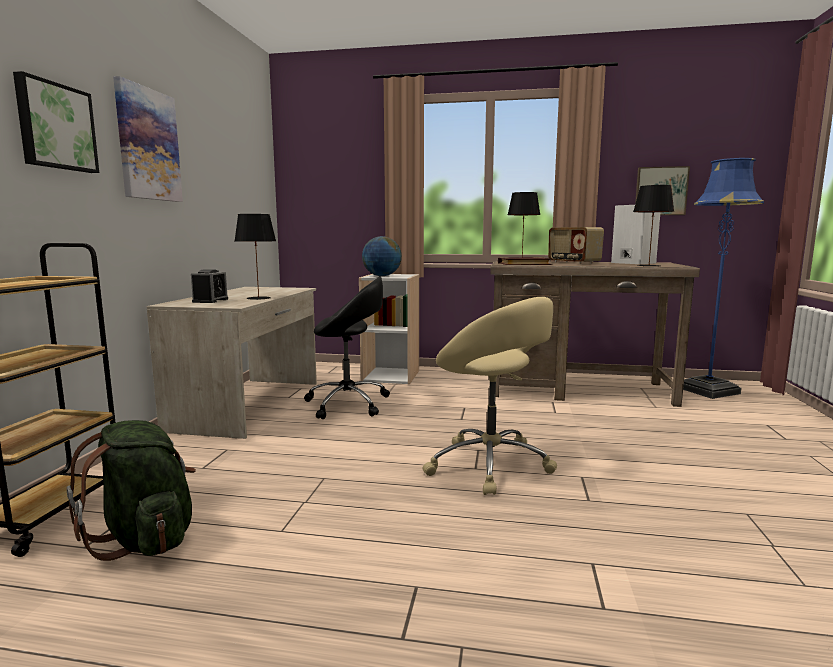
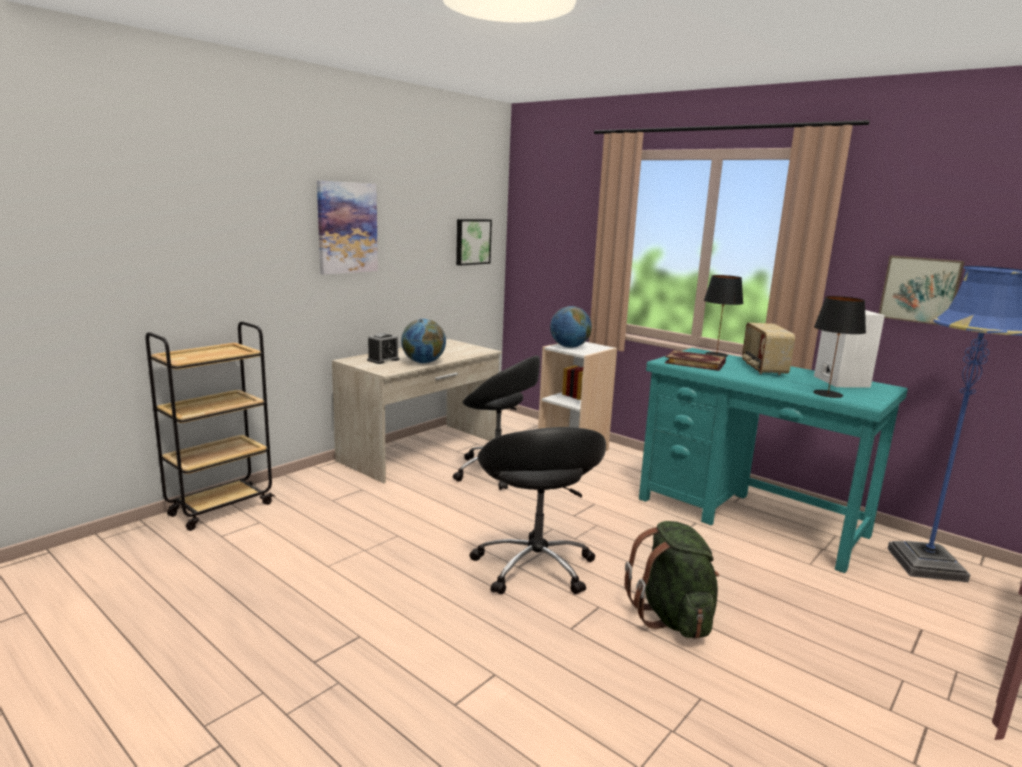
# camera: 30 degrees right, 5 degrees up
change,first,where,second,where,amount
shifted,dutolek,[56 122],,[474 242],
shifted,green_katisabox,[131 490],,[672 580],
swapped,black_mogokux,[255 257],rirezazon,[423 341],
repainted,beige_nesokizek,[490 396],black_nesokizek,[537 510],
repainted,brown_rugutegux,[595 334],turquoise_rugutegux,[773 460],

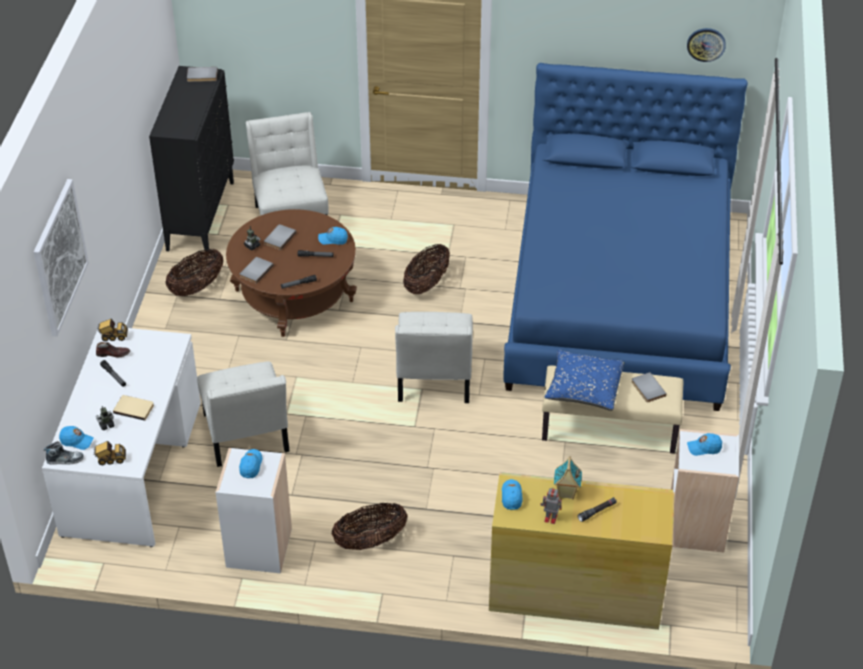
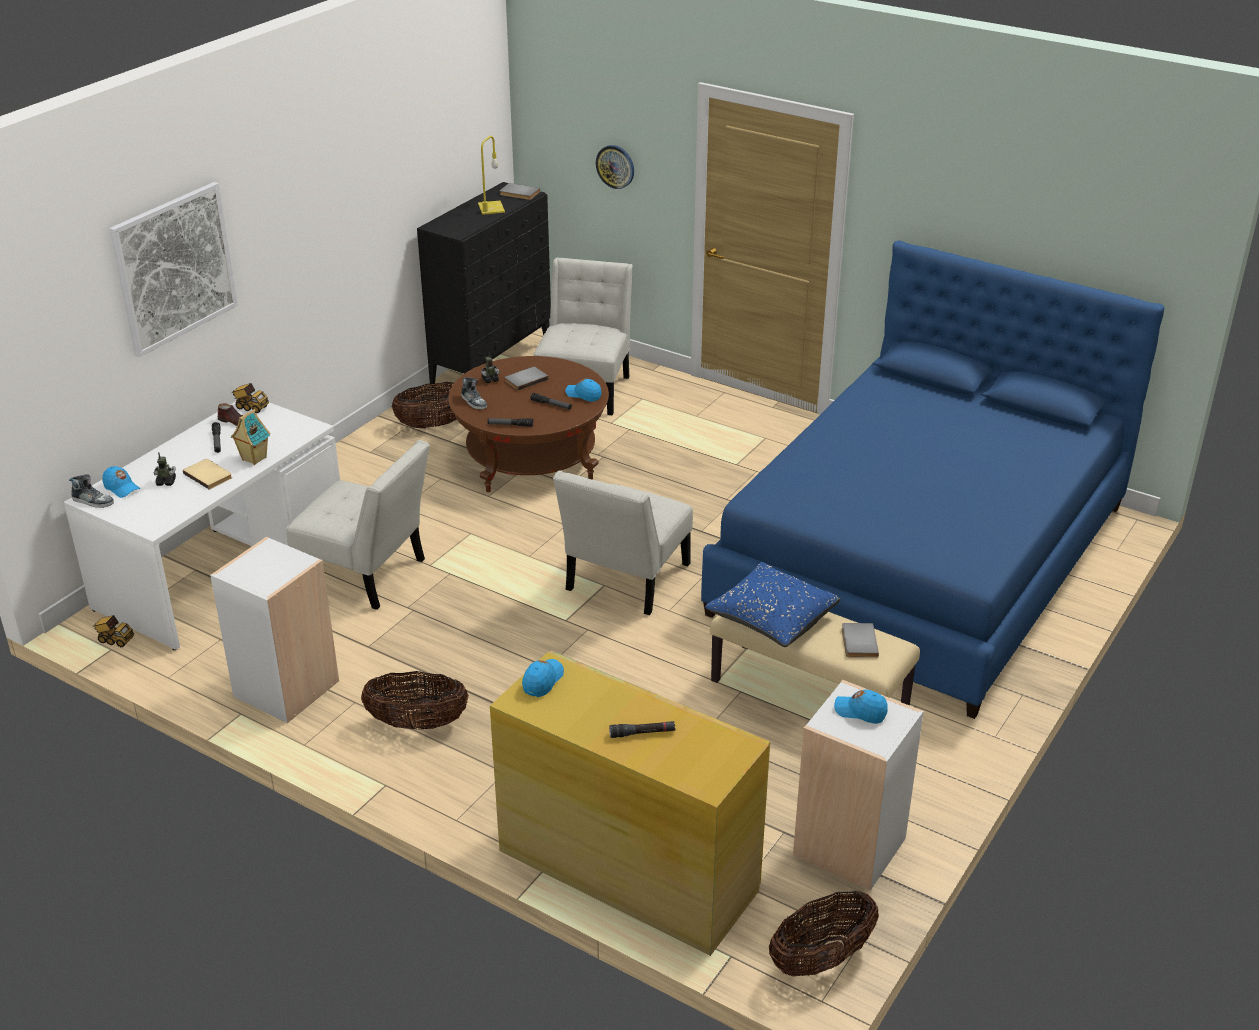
# camera: 25 degrees right, 10 degrees down
change,first,where,second,where,amount
shifted,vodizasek,[109 453],,[113 631],
rotated,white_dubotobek,[243 414],,[358 525],75 degrees counterclockwise
gone,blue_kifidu,[251 463],,,
swapped,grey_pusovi,[256 270],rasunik,[474 393],
shifted,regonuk,[426 269],,[824 933],
gone,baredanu,[551 506],,,
shifted,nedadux,[568 478],,[251 437],
shifted,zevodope,[706 45],,[615 167],
new,,,yellow_mogokux,[491 175],

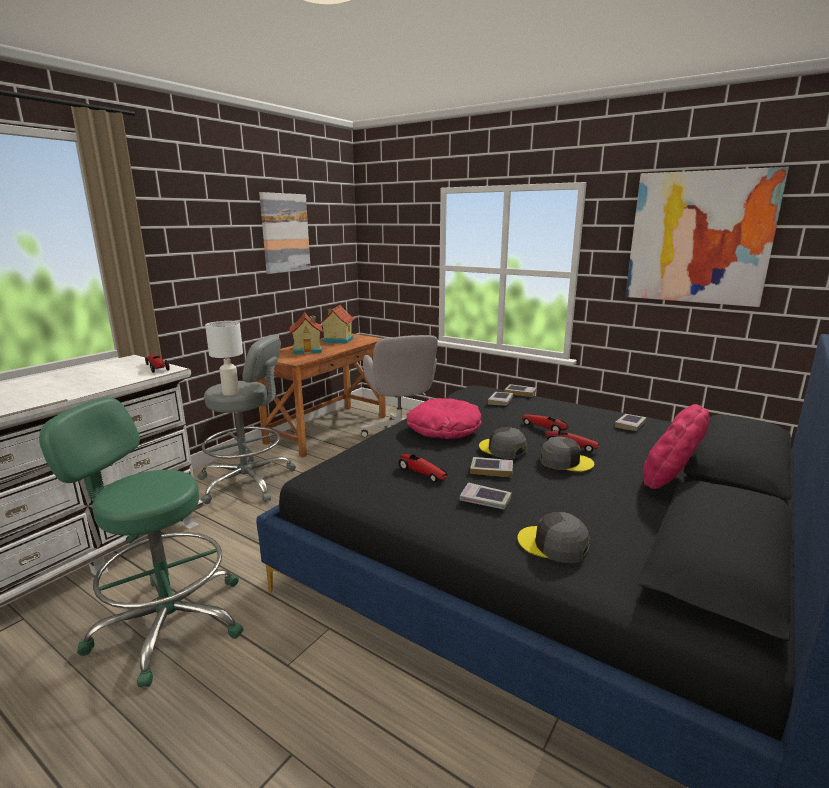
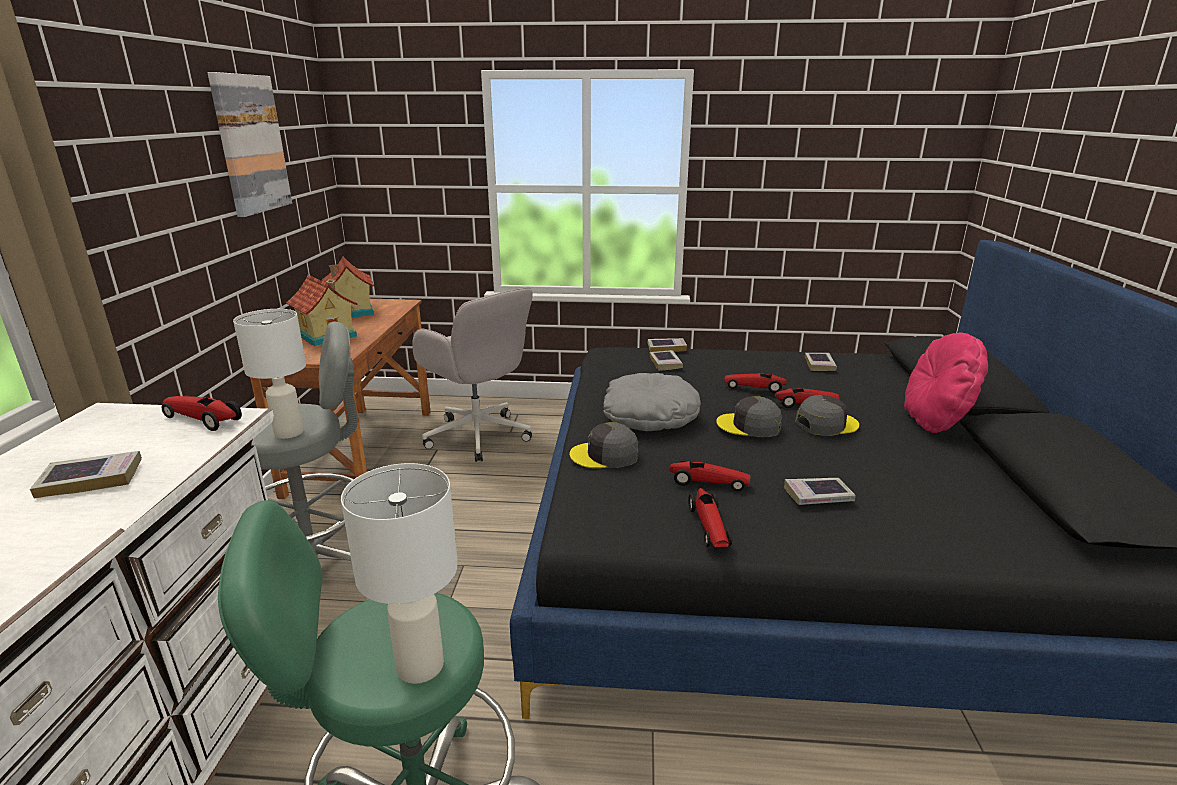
# camera: 30 degrees left, 5 degrees up
change,first,where,second,where,amount
repainted,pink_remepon,[443 418],grey_remepon,[652 402],
shifted,pusovi,[491 467],,[86 475],
shifted,grey_kifidu,[554 537],,[603 445],
gone,dutolek,[707 237],,,
new,,,white_mogokux,[399 573],
new,,,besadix,[710 517],

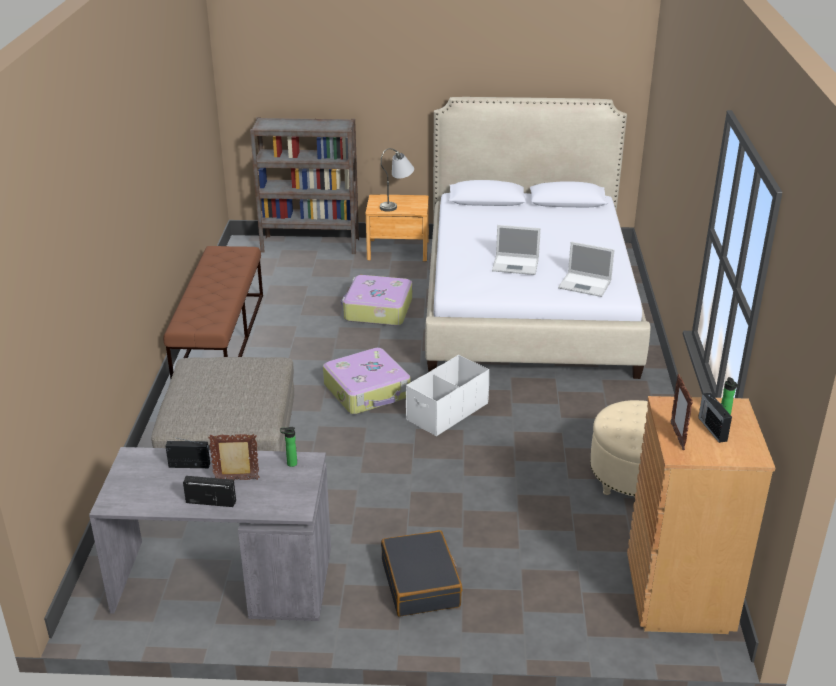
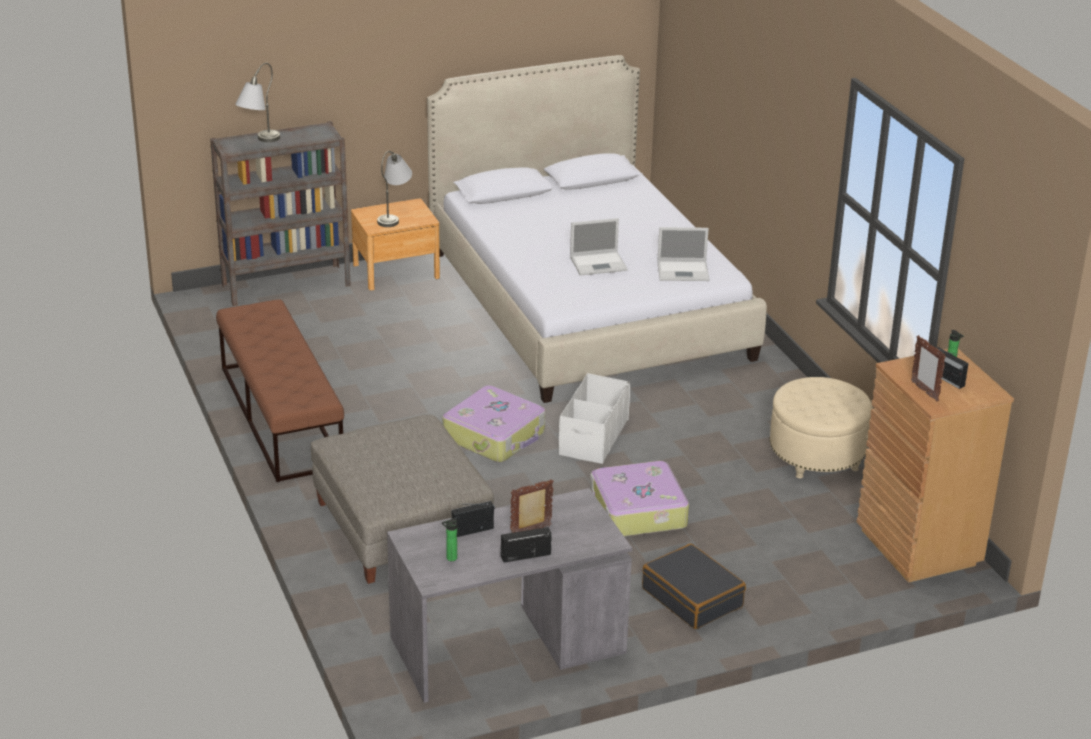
# camera: 25 degrees left, 0 degrees up
change,first,where,second,where,amount
shifted,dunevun,[288 447],,[449 539],
shifted,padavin,[376 300],,[639 499],
new,,,grey_mogokux,[257 102],

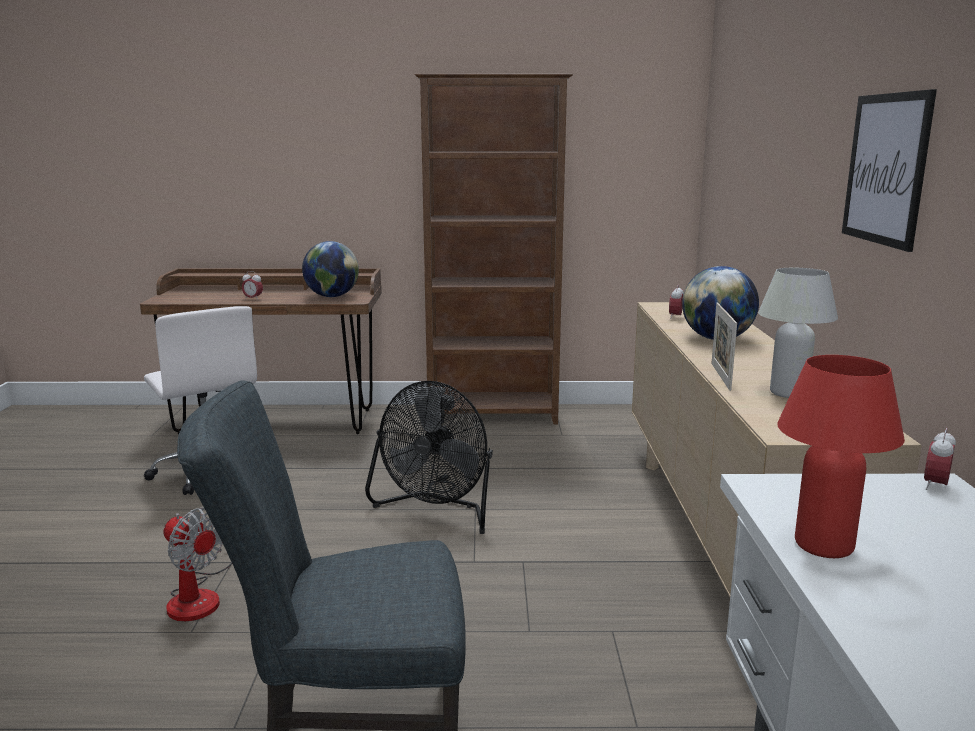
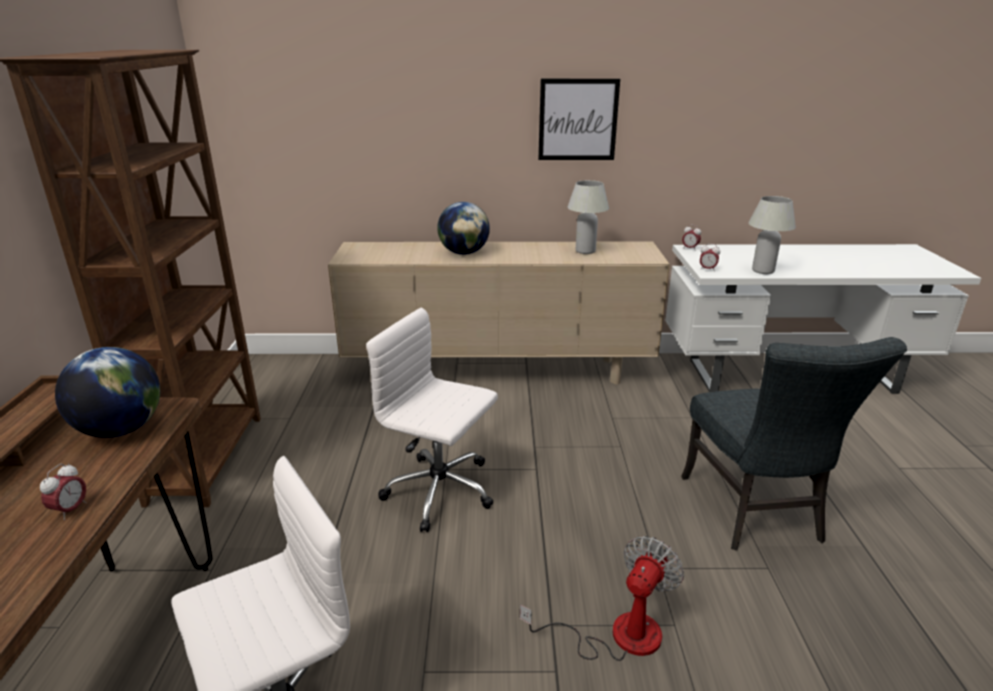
# camera: 90 degrees left, 10 degrees up
change,first,where,second,where,amount
swapped,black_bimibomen,[429 457],white_nesokizek,[432 419],
shifted,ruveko,[676 302],,[710 256],
gone,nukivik,[724 347],,,
repainted,red_mogokux,[841 456],white_mogokux,[772 235],

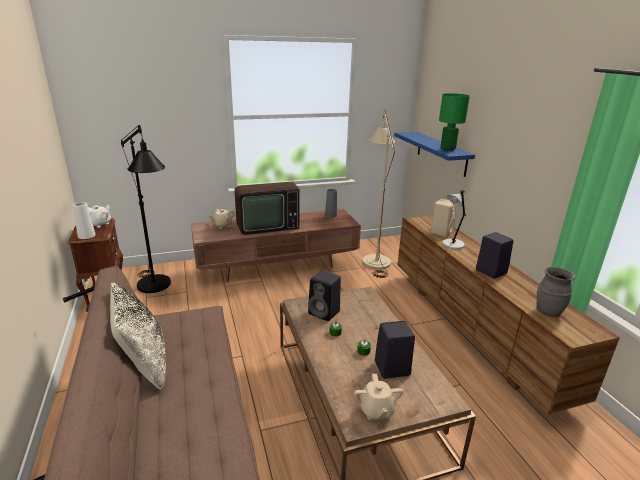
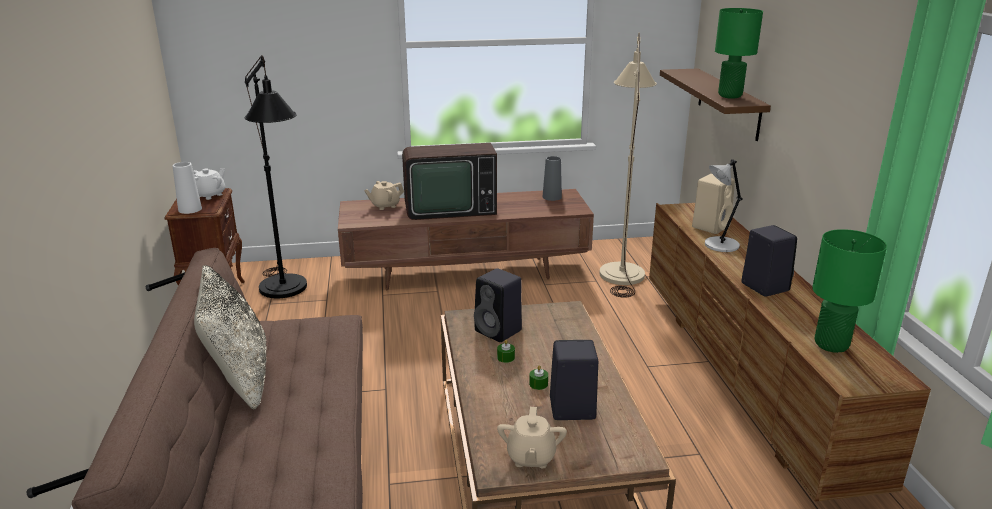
# camera: 10 degrees right, 0 degrees up
change,first,where,second,where,amount
repainted,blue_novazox,[434 154],brown_novazox,[715 105],
swapped,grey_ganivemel,[556 292],green_mogokux,[849 291],

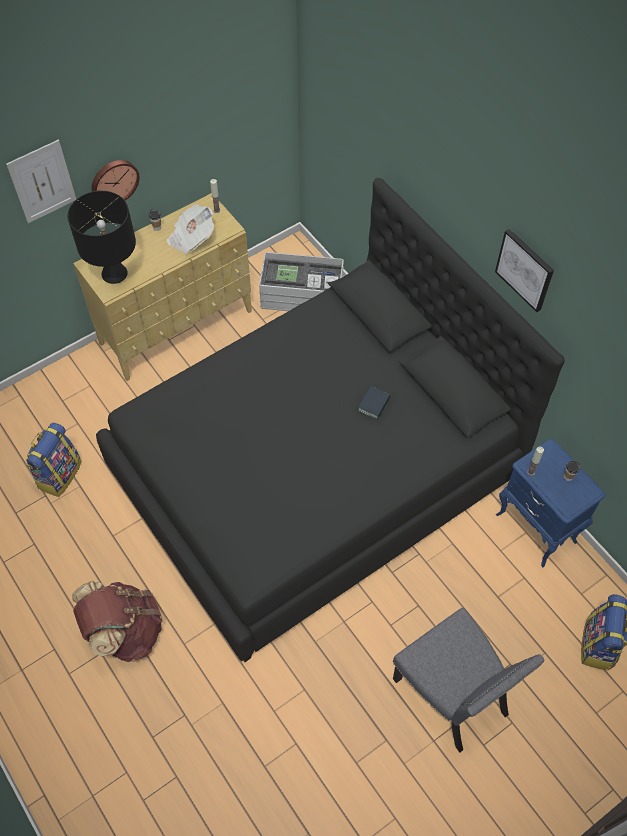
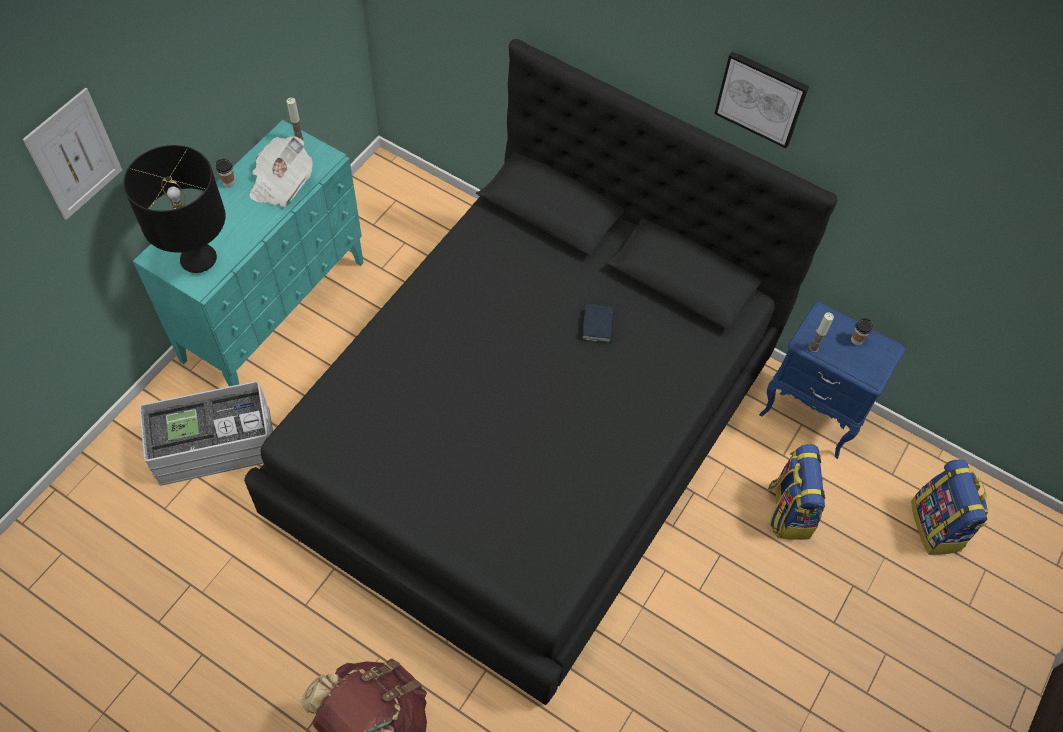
# camera: 25 degrees left, 0 degrees up
change,first,where,second,where,amount
shifted,katisabox,[54 460],,[796 492],
repainted,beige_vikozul,[162 287],turquoise_vikozul,[248 253],
gone,zevodope,[116 180],,,
shifted,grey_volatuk,[301 281],,[206 433],
gone,grey_dubotobek,[468 680],,,

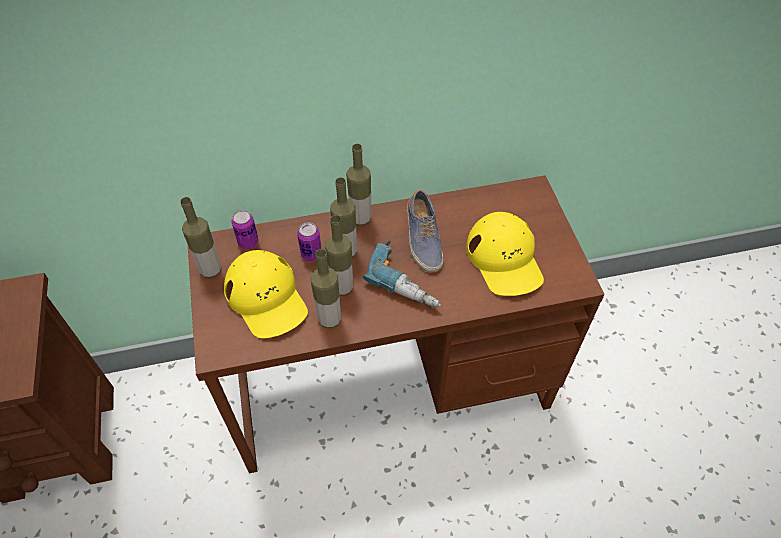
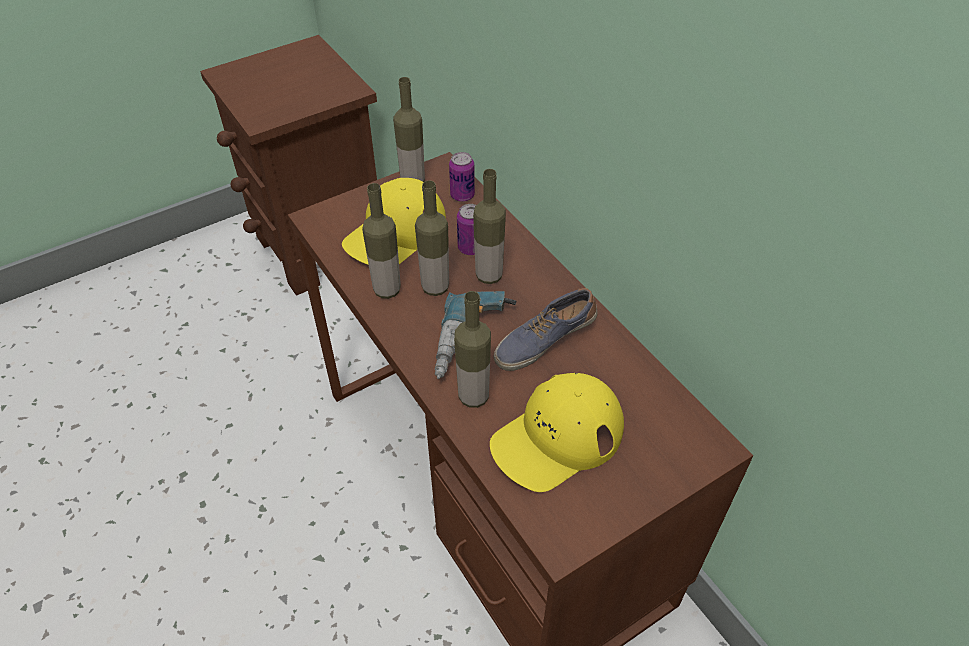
# camera: 70 degrees right, 5 degrees down
change,first,where,second,where,amount
shifted,dunevun,[358 185],,[472 349],

